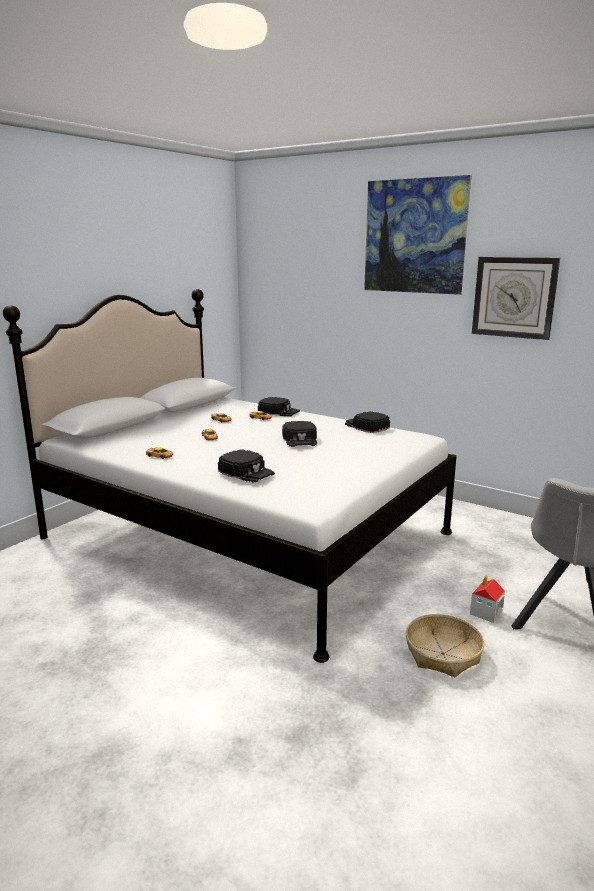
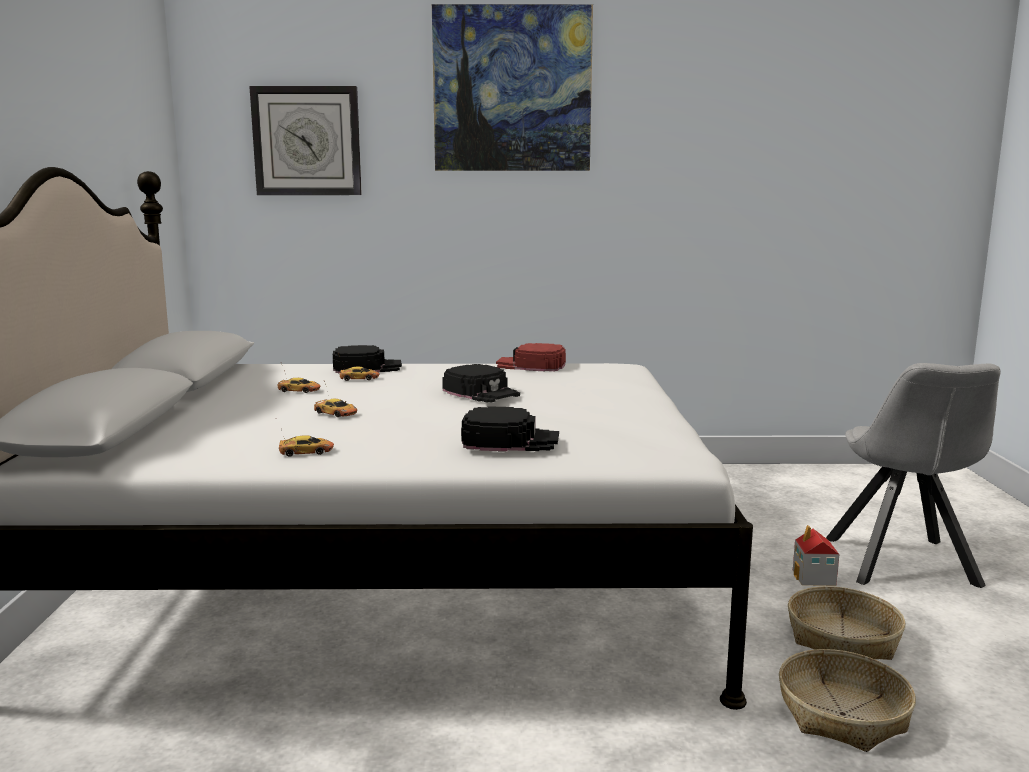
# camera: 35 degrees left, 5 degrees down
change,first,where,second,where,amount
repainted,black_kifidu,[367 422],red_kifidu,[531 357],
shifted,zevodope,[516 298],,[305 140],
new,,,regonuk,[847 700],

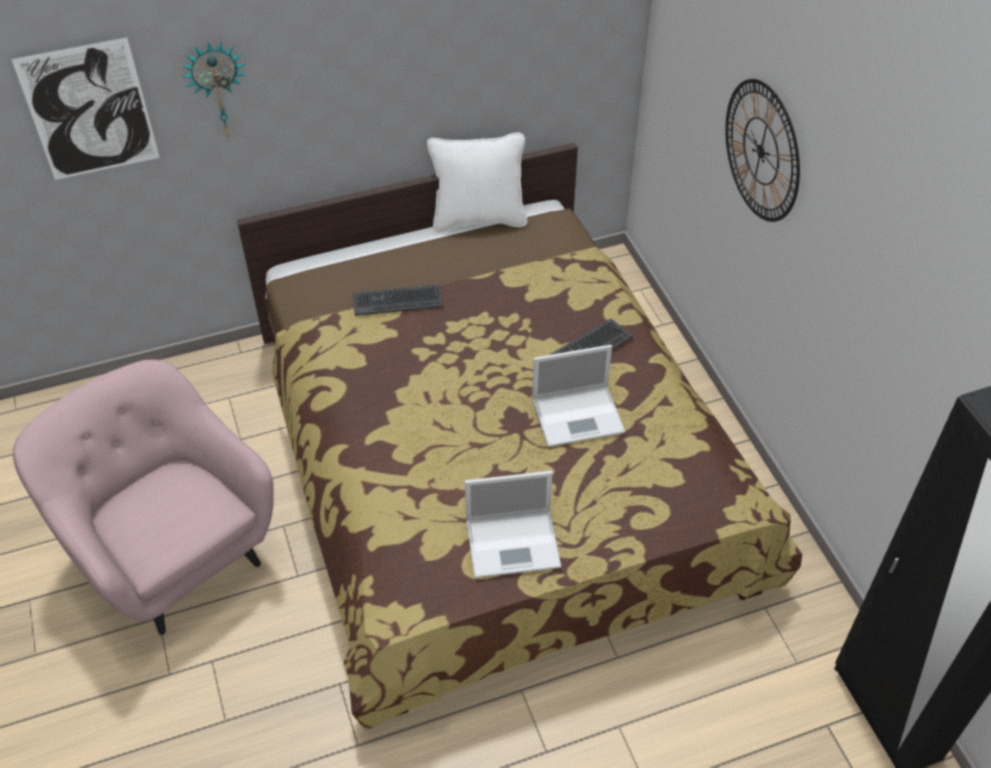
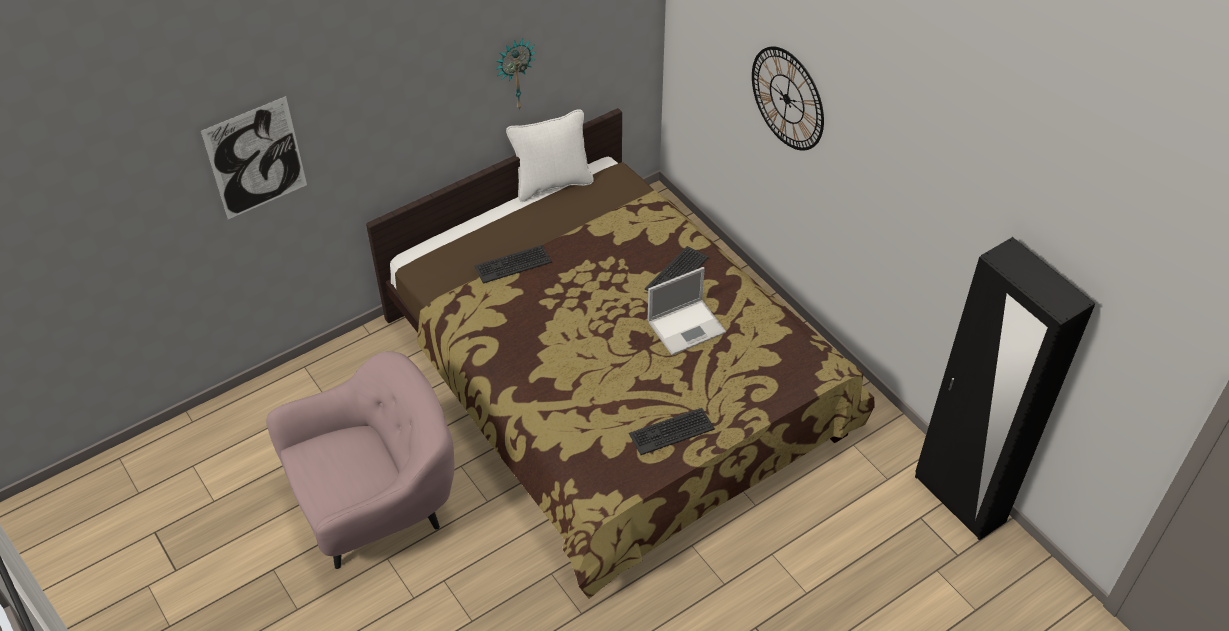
# camera: 15 degrees left, 0 degrees up
change,first,where,second,where,amount
rotated,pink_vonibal,[143 497],,[360 460],120 degrees clockwise
shifted,zevodope,[214 91],,[516 74],
swapped,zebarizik,[513 524],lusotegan,[672 431],

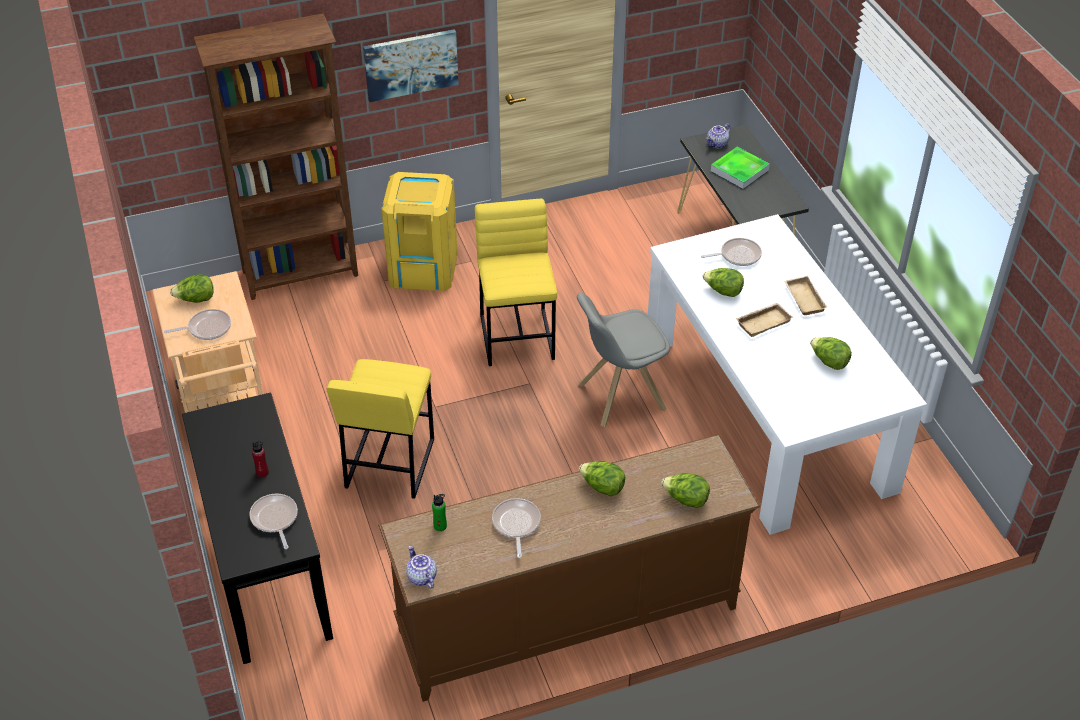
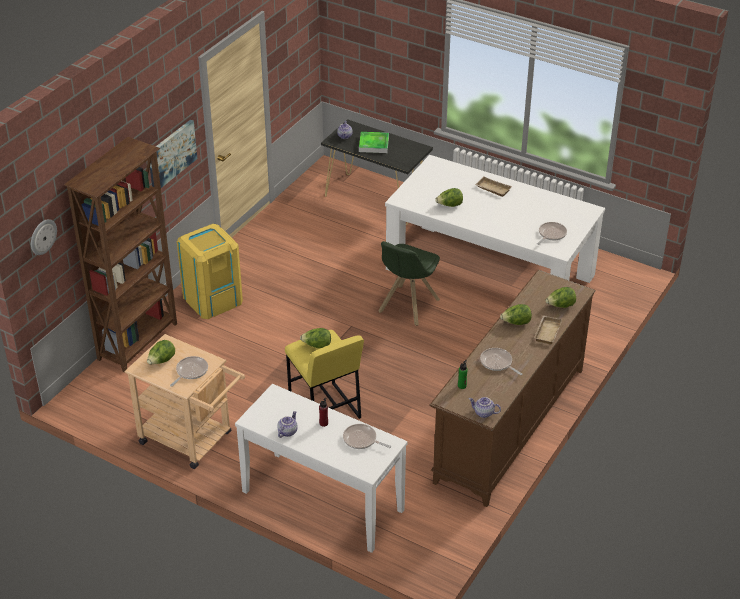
# camera: 40 degrees left, 5 degrees down
change,first,where,second,where,amount
repainted,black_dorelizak,[257 528],white_dorelizak,[321 468],
gone,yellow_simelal,[516 282],,,
repainted,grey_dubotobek,[623 359],green_dubotobek,[409 283],
shifted,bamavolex,[731 252],,[552 233],
shifted,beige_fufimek,[764 319],,[548 330],
shifted,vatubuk,[831 353],,[315 338],
new,,,zevodope,[44 237],
new,,,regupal,[287 424],

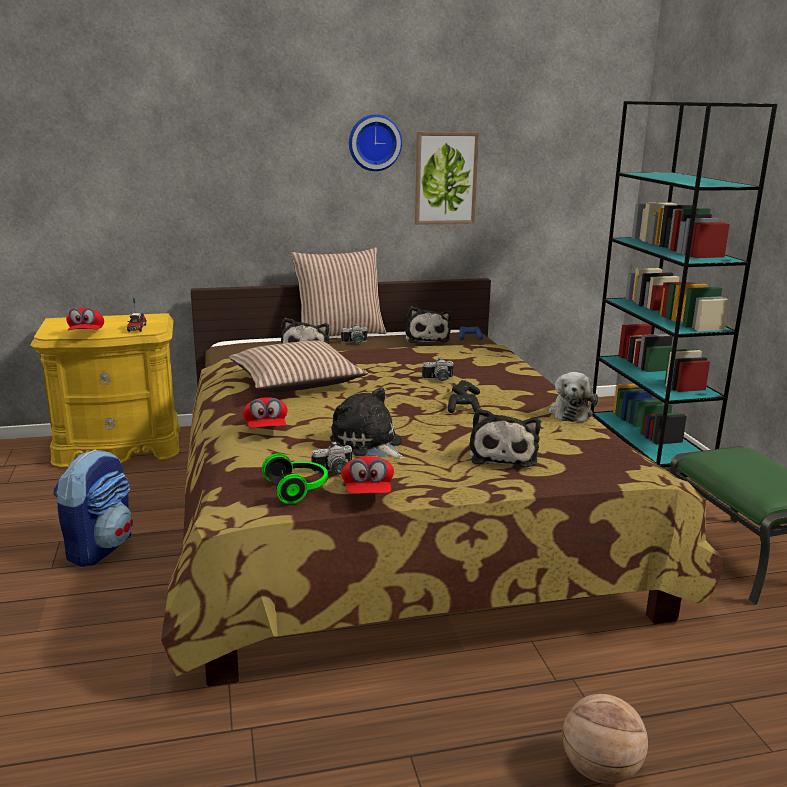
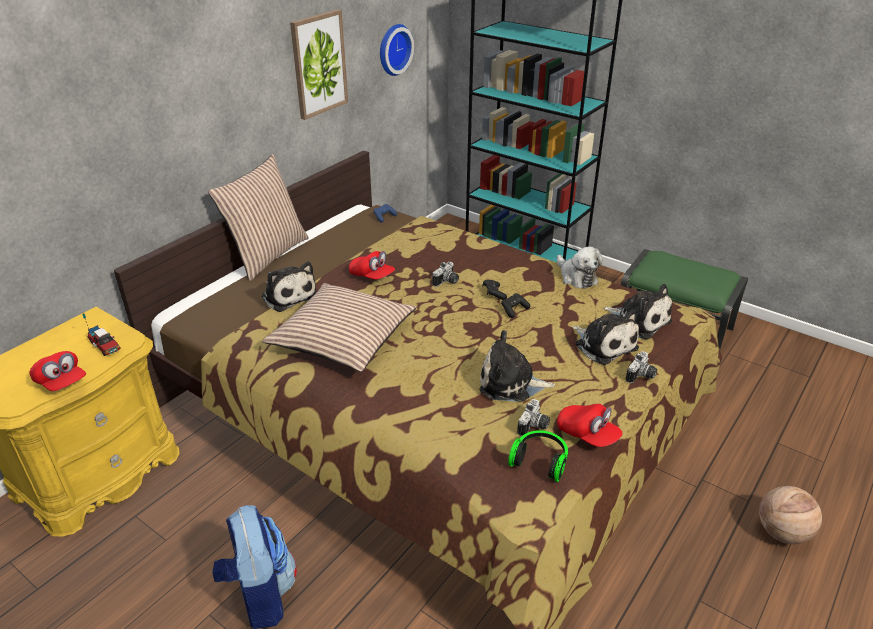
# camera: 40 degrees left, 15 degrees up
change,first,where,second,where,amount
shifted,red_kifidu,[265 412],,[372 265],
shifted,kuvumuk,[354 334],,[641 367],
shifted,zevodope,[375 142],,[397 50],
shifted,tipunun,[428 324],,[637 312],

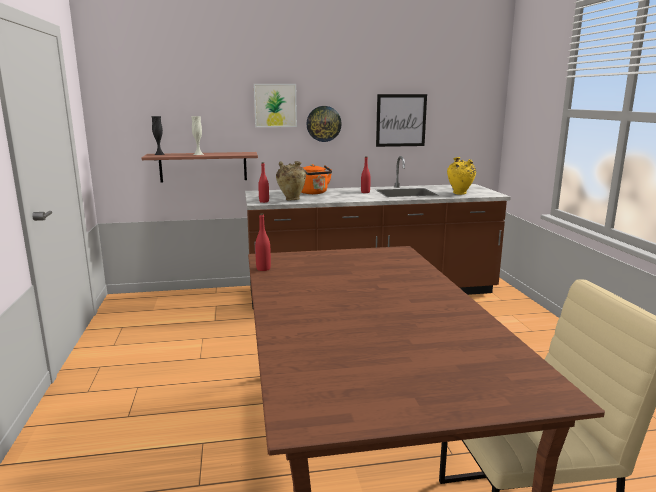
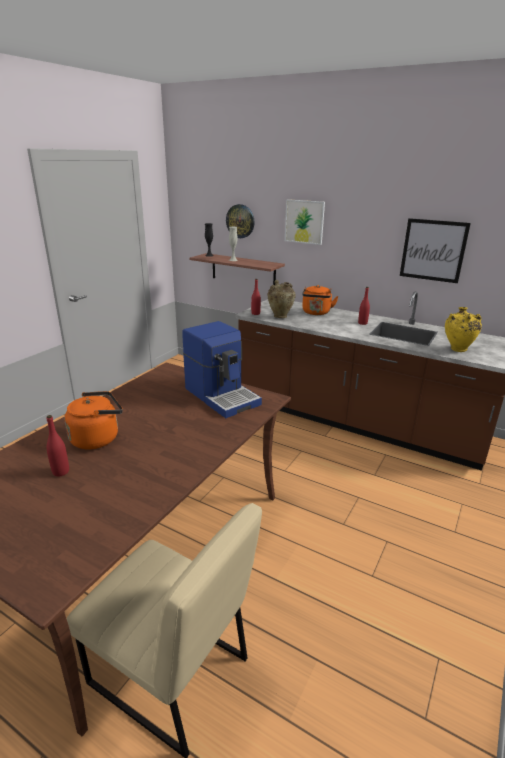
# camera: 40 degrees right, 10 degrees up
change,first,where,second,where,amount
shifted,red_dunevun,[263 242],,[57 445],
shifted,zevodope,[324 124],,[240 221],
new,,,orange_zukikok,[93 420],
new,,,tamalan,[222 369],

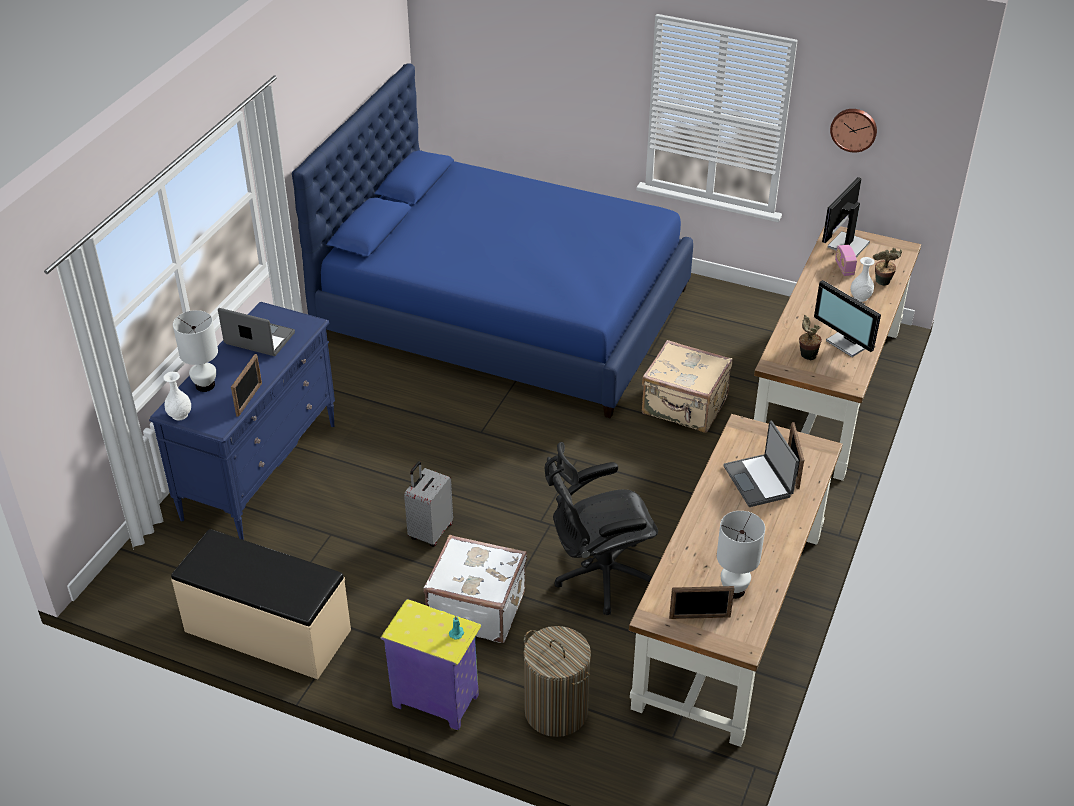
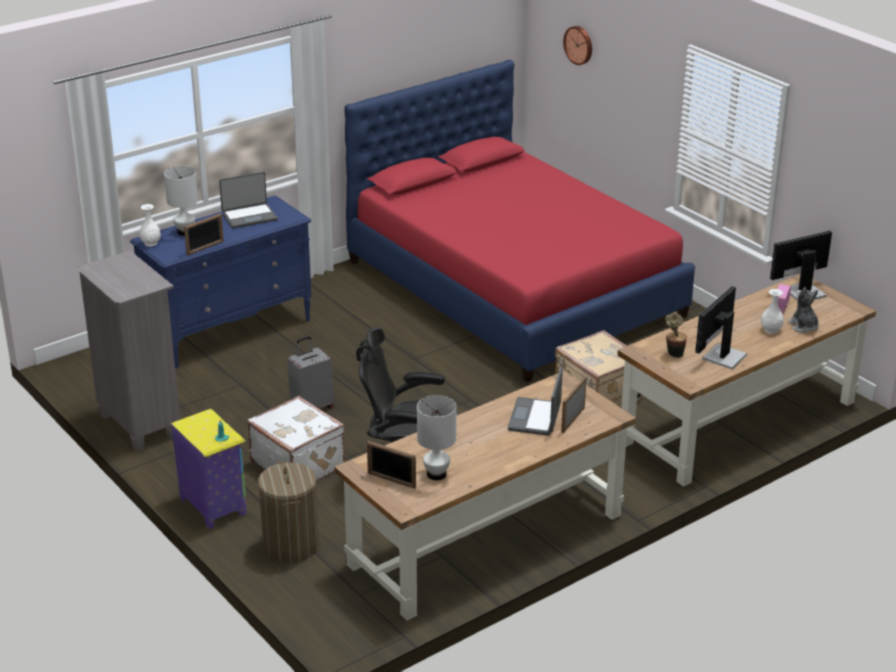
# camera: 30 degrees right, 10 degrees down
change,first,where,second,where,amount
swapped,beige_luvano,[261 604],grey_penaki,[128 351],
rotated,zebarizik,[256 332],,[248 200],105 degrees clockwise
repainted,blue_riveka,[492 241],red_riveka,[519 221],
rotated,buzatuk,[847 318],,[721 327],45 degrees clockwise
shifted,zevodope,[853 131],,[577 45],
swapped,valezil,[887 267],tipunun,[803 310],

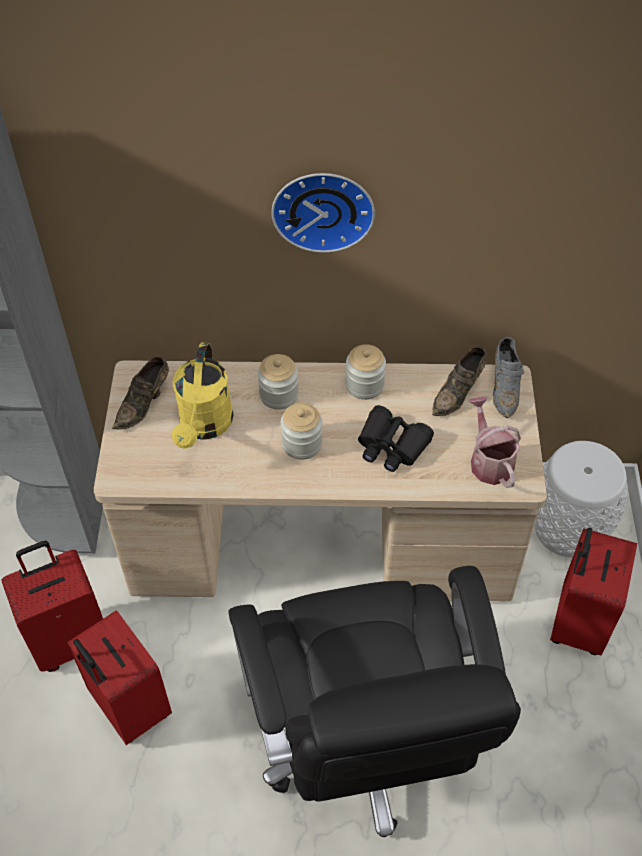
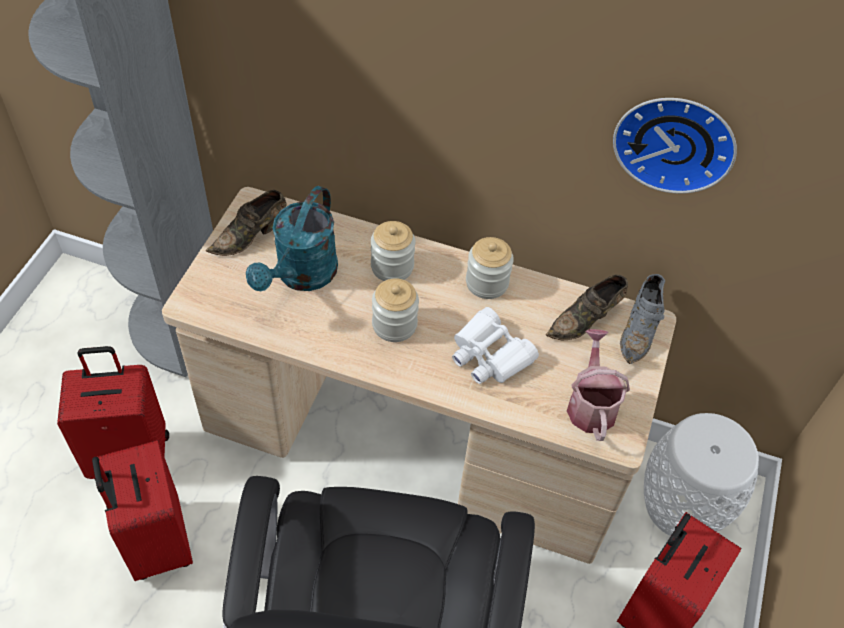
# camera: 15 degrees right, 0 degrees up
change,first,where,second,where,amount
repainted,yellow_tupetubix,[202 395],turquoise_tupetubix,[292 238],
shifted,zevodope,[323 213],,[675 146],
repainted,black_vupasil,[396 438],white_vupasil,[495 345],

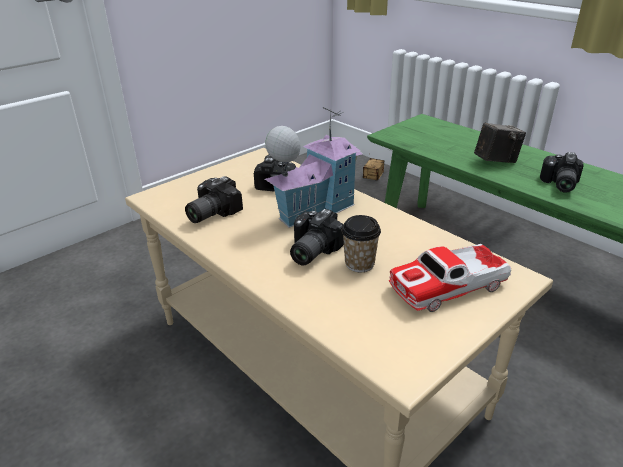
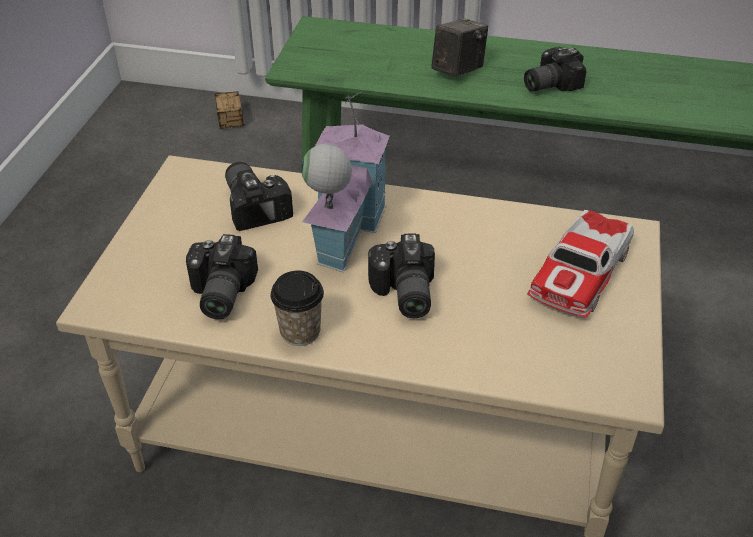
# camera: 35 degrees left, 10 degrees up
change,first,where,second,where,amount
shifted,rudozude,[361 243],,[297 308],
rotated,kuvumuk,[562 172],,[555 69],75 degrees clockwise

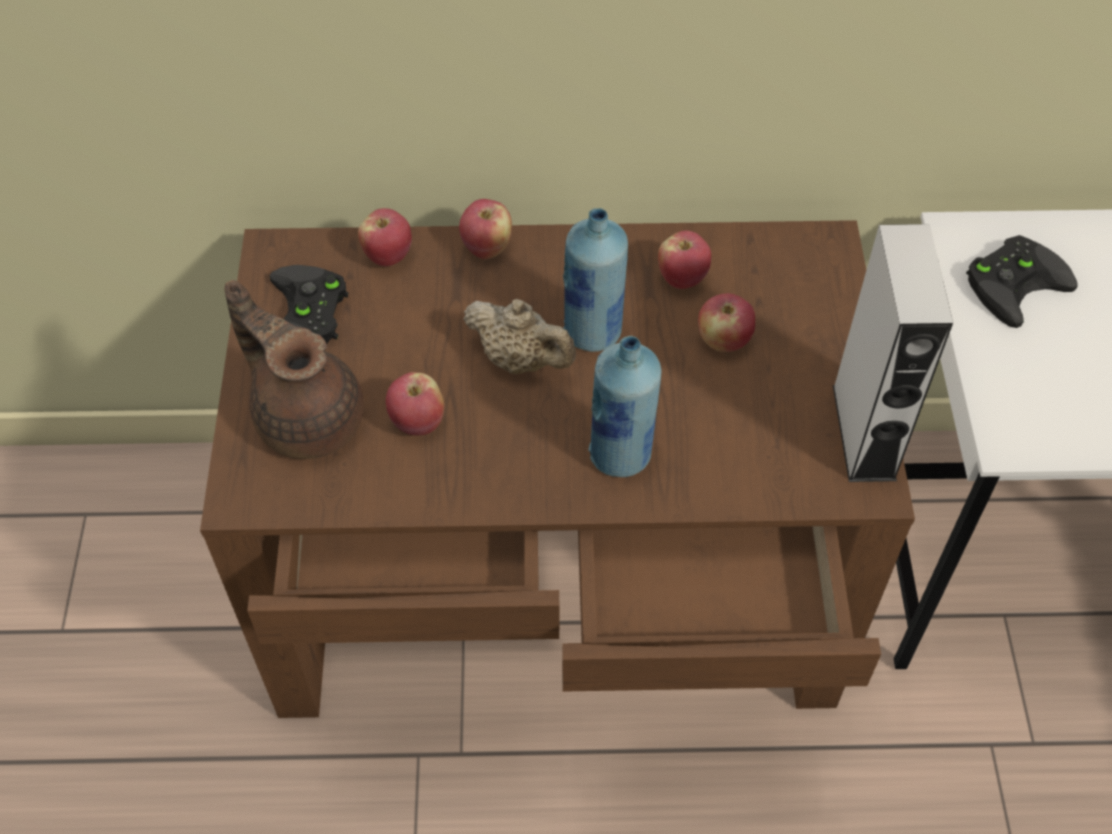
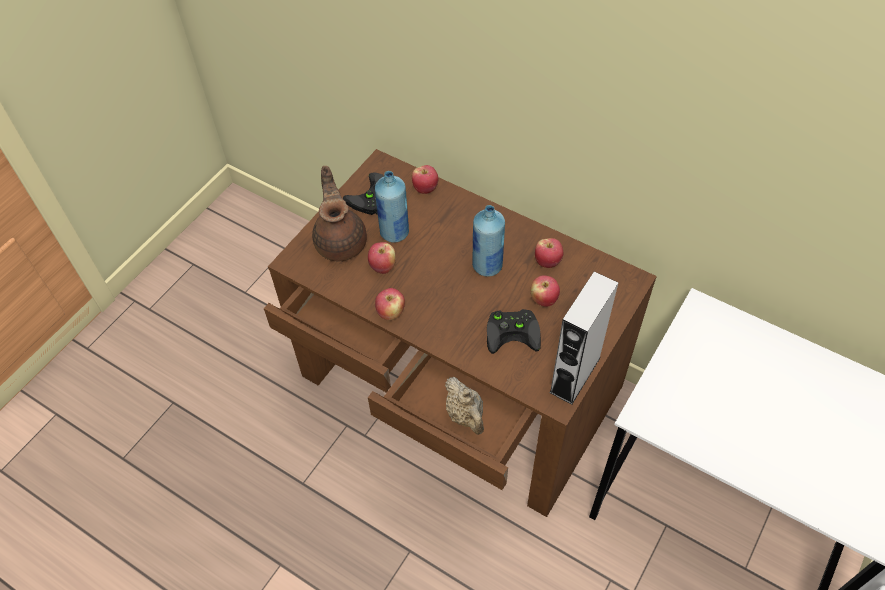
# camera: 35 degrees right, 0 degrees up
change,first,where,second,where,amount
shifted,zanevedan,[485 229],,[390 304],
shifted,beige_regupal,[519 336],,[464 406],
shifted,blue_dunevun,[624 406],,[392 207],
shifted,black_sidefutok,[1022 281],,[514 331],

